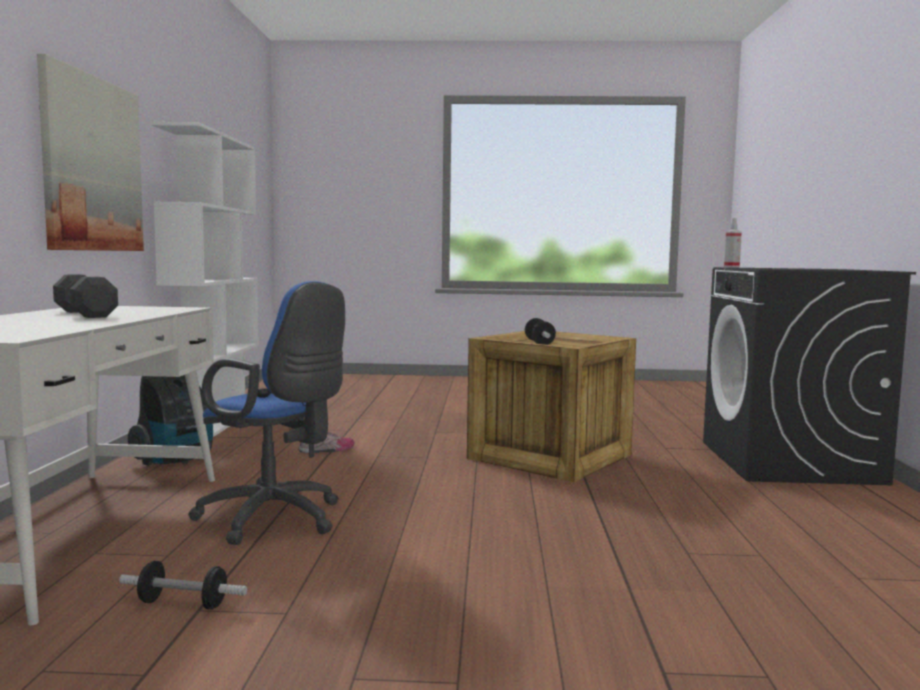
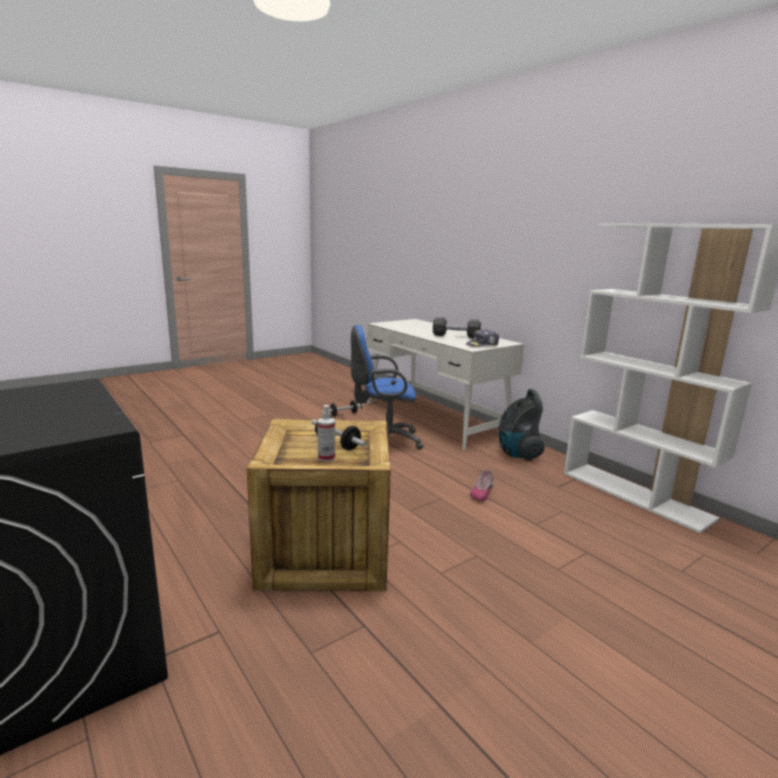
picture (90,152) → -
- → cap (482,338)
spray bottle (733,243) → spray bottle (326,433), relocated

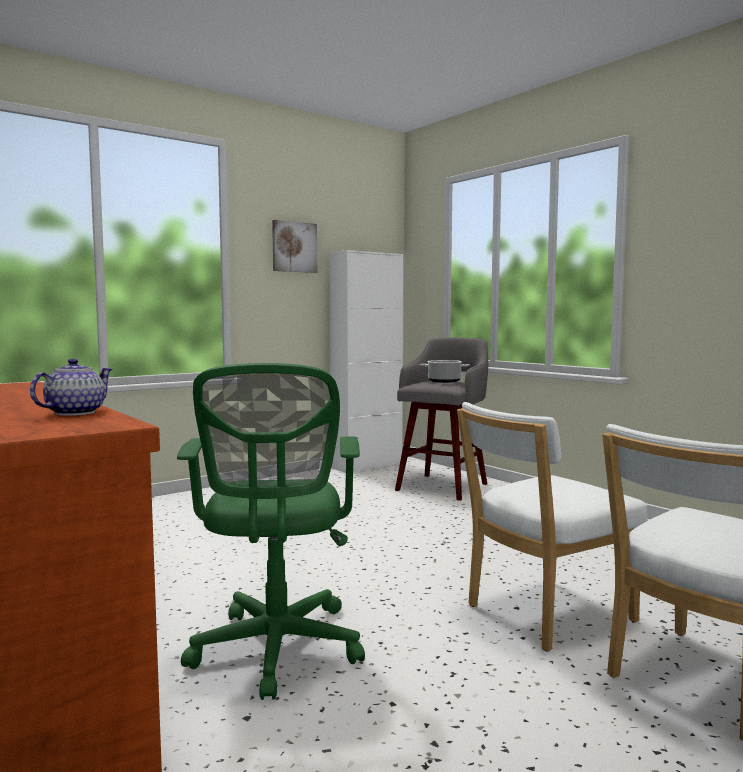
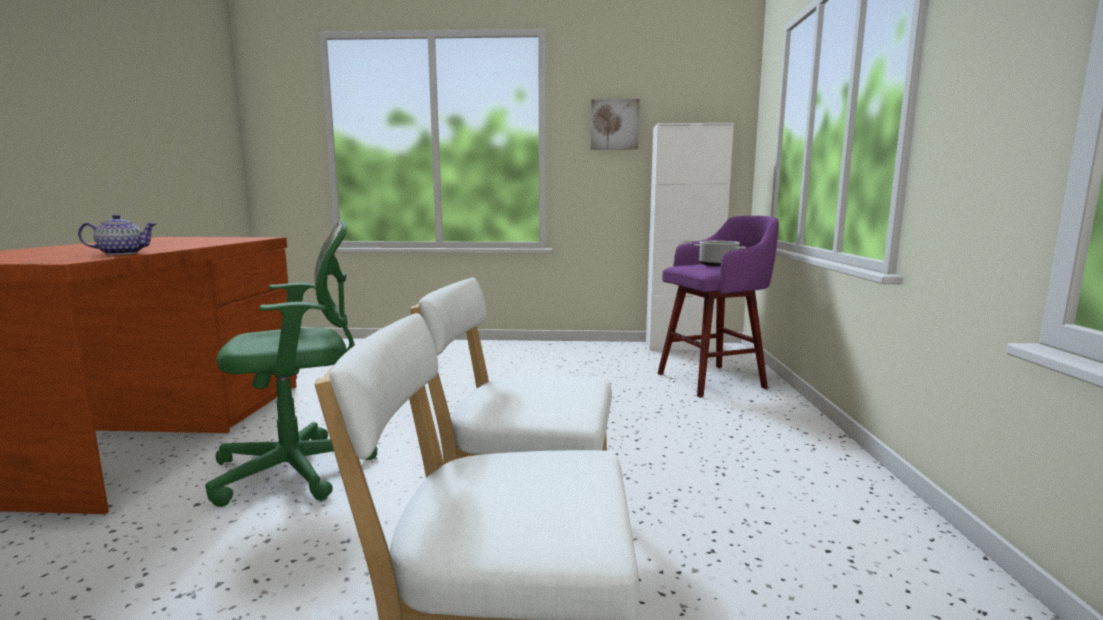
grey stool (441,419) → purple stool (718,307)
green office chair (271,531) → green office chair (291,363), 150 degrees counterclockwise

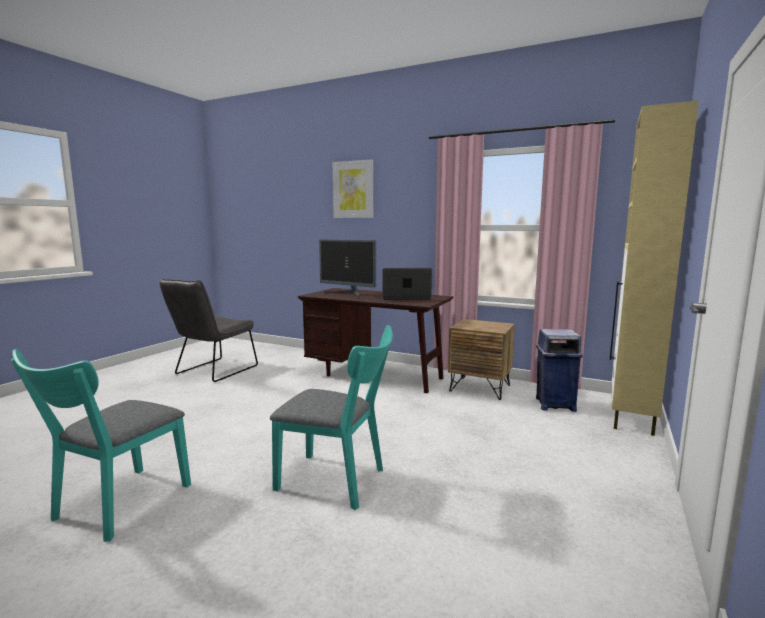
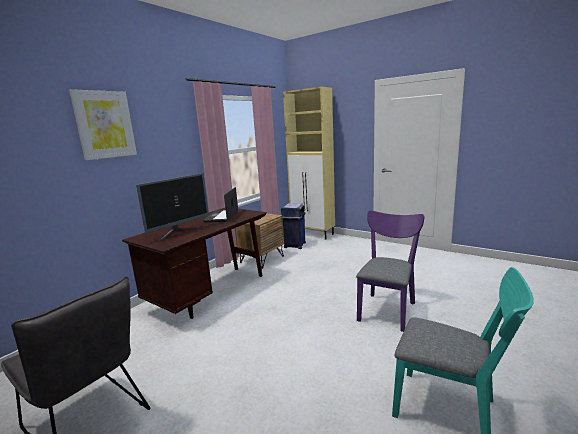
turquoise chair (331,417) → purple chair (390,271)

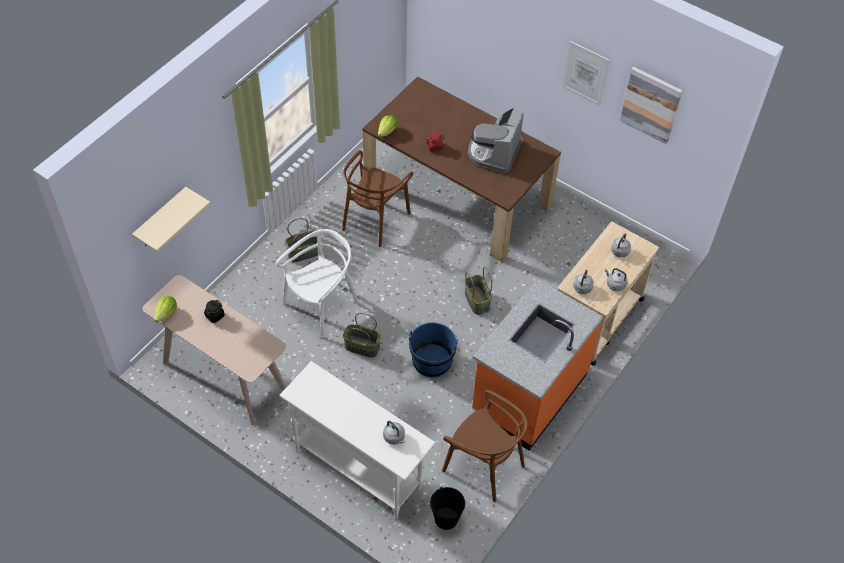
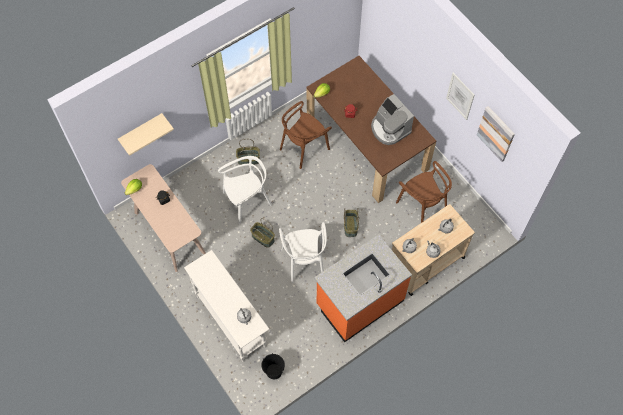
brown chair (485,446) → brown chair (424,192), relocated
blue bucket (433,349) → white chair (303,252)
coffee machine (496,140) → coffee machine (392,119), 75 degrees counterclockwise

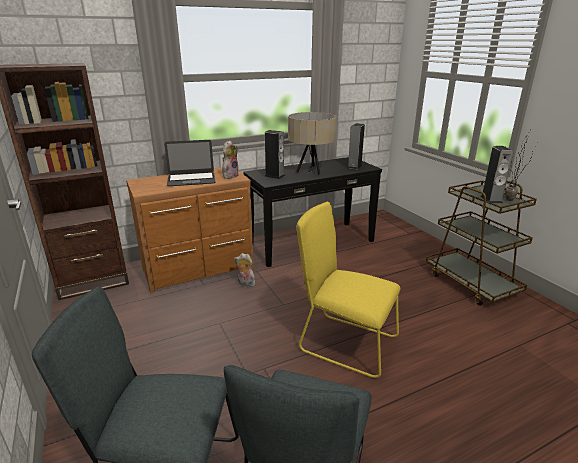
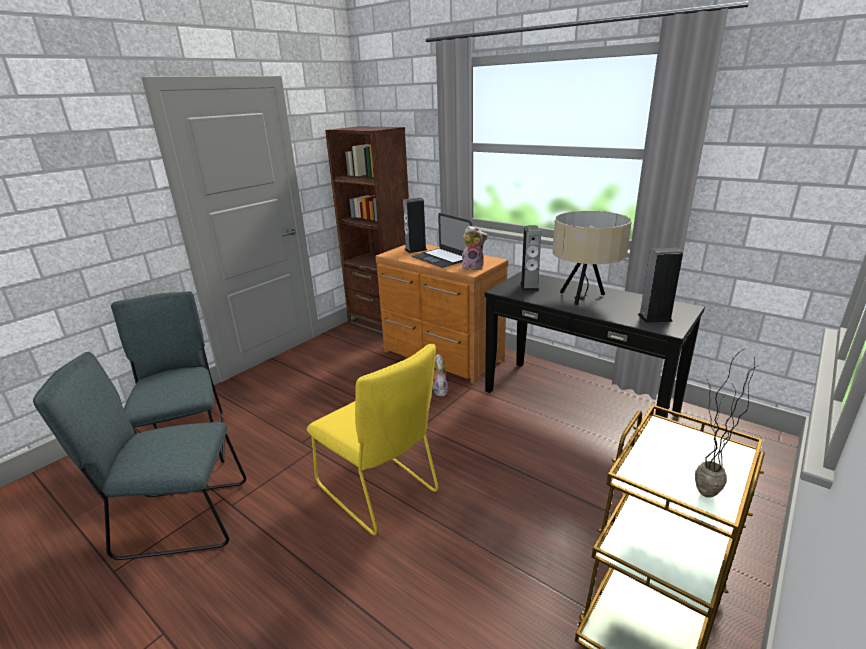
speaker (497,175) → speaker (415,225), relocated
yellow chair (348,290) → yellow chair (372,439), 135 degrees clockwise

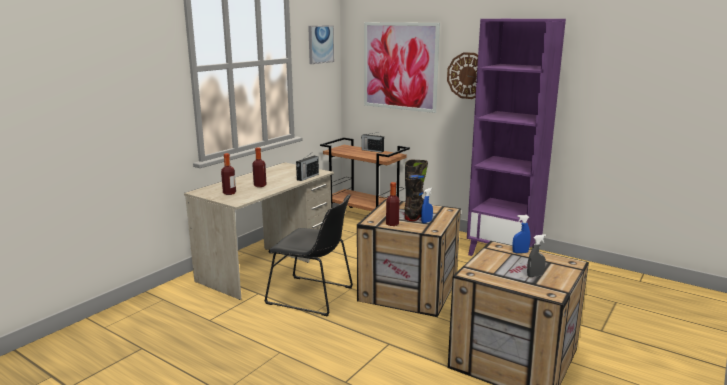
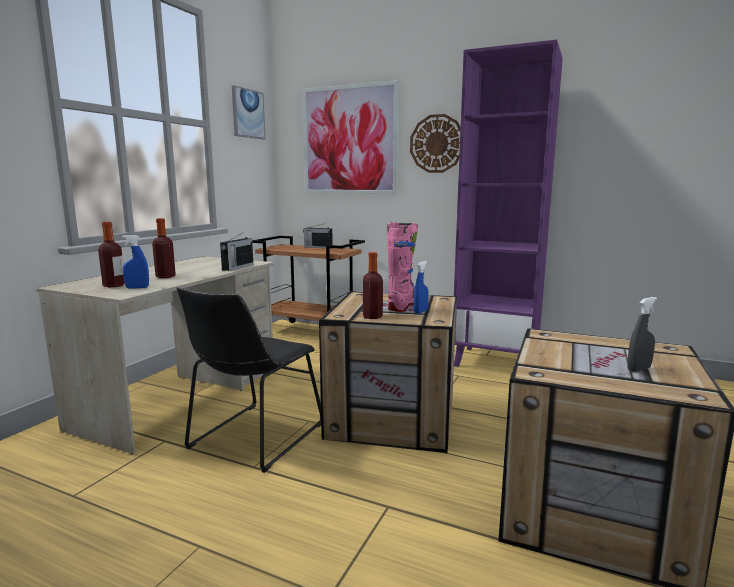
blue spray bottle (521,234) → blue spray bottle (135,262), relocated
black boot (417,190) → pink boot (402,267)
black chair (308,255) → black chair (249,380), 105 degrees clockwise

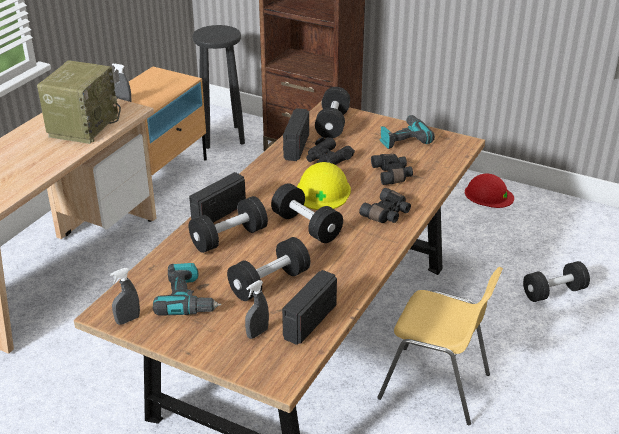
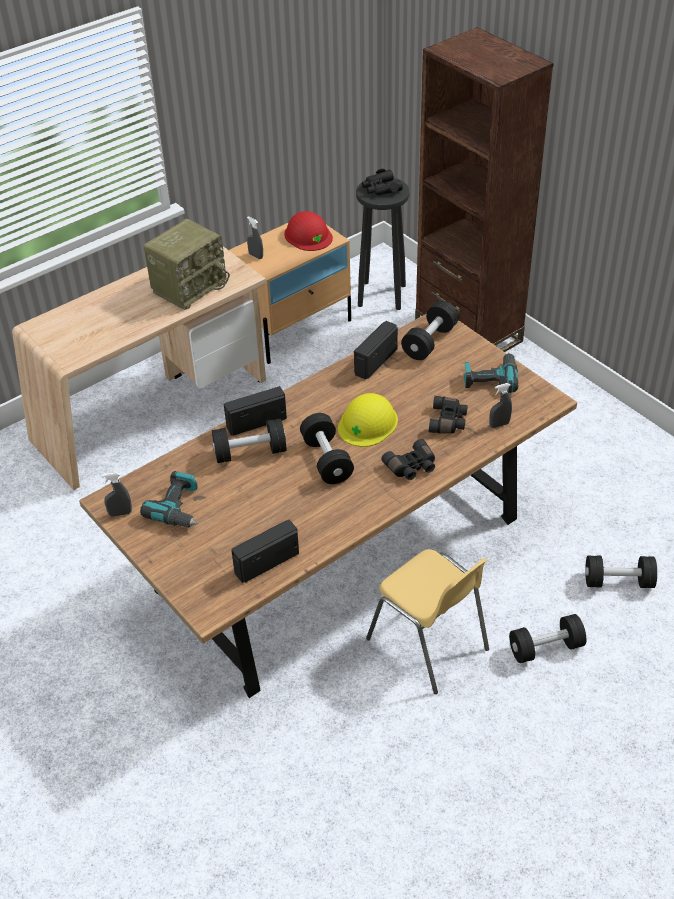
black dumbbell (268,269) → black dumbbell (547,638), relocated
grey spray bottle (257,309) → grey spray bottle (500,405), relocated
black binoculars (330,151) → black binoculars (382,181), relocated
red hard hat (489,191) → red hard hat (308,231), relocated

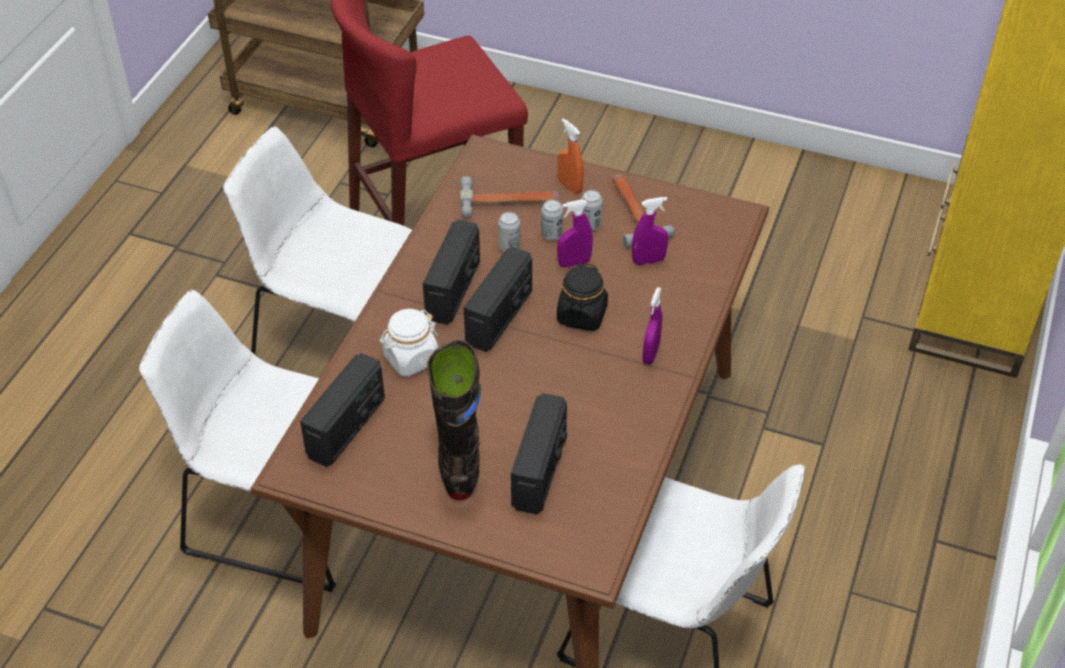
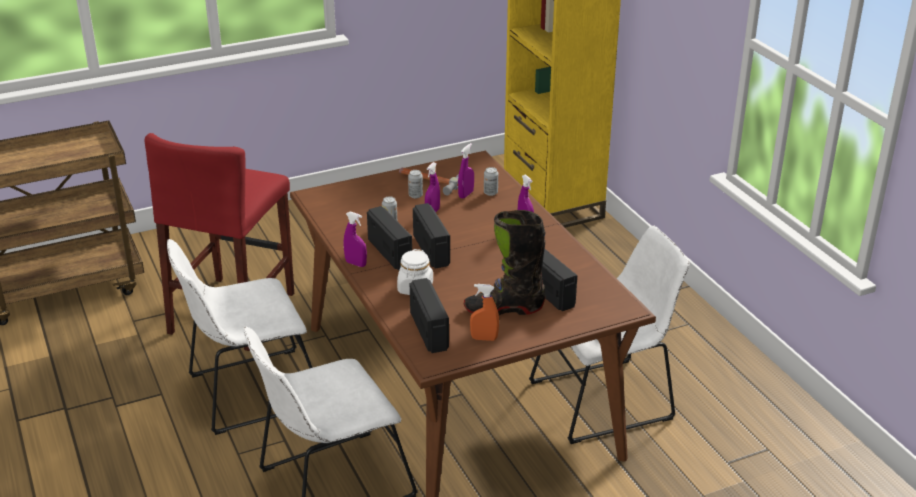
hammer (509,197) → -
black jar (582,297) → -
- → purple spray bottle (355,239)
can (552,220) → can (491,181), relocated
orange spray bottle (570,156) → orange spray bottle (484,312), relocated
black boot (454,420) → black boot (505,262), 45 degrees counterclockwise

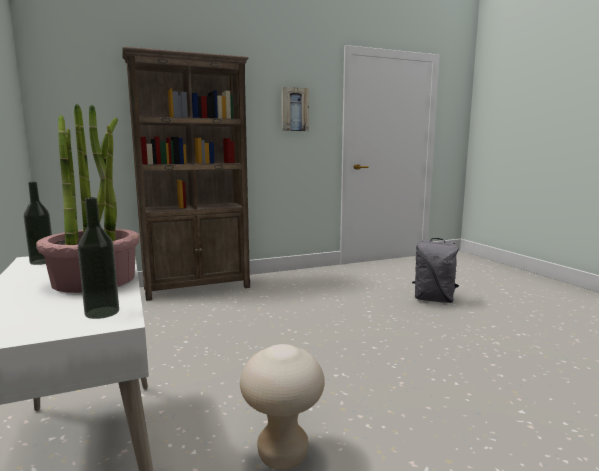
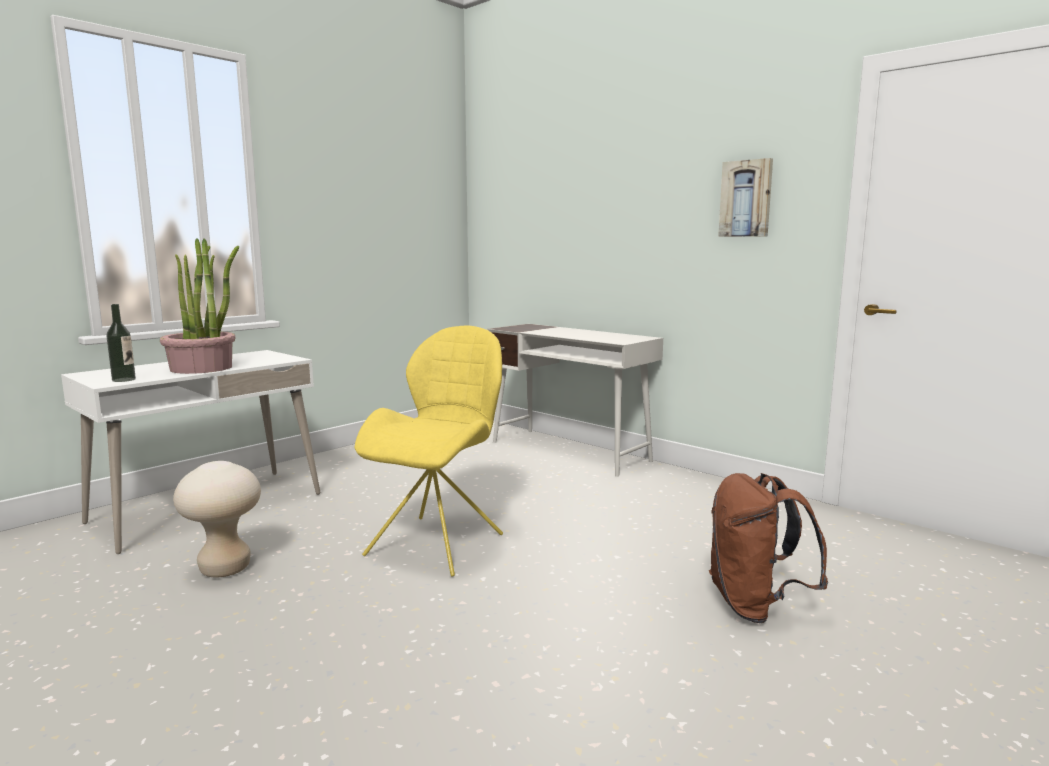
bottle (38,223) → -
- → yellow chair (428,451)
brown bookcase (186,173) → white desk (575,400)
grey backpack (435,270) → brown backpack (768,548)

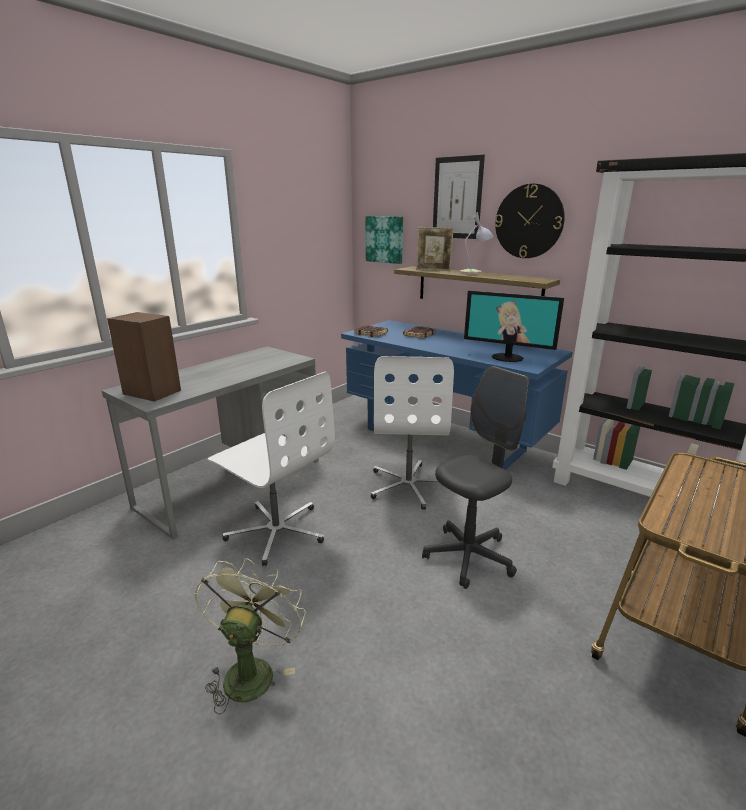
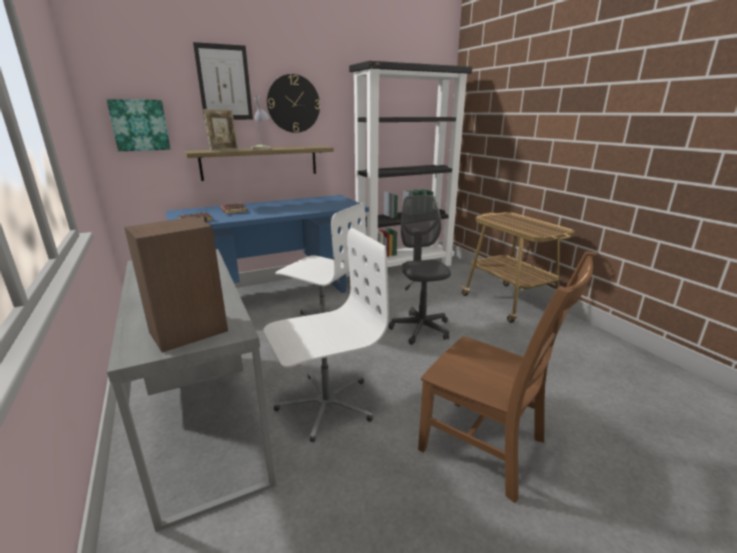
monitor (514,326) → -
green fan (250,636) → brown chair (507,377)

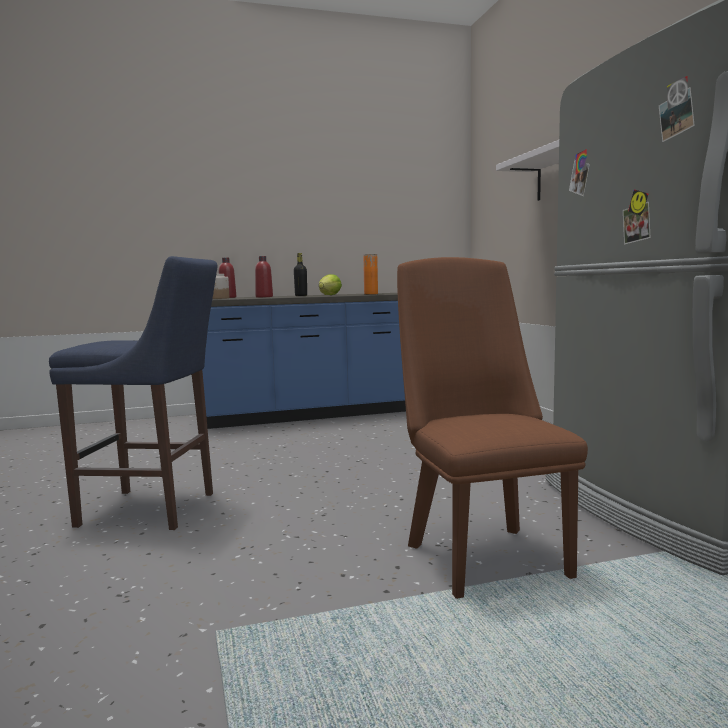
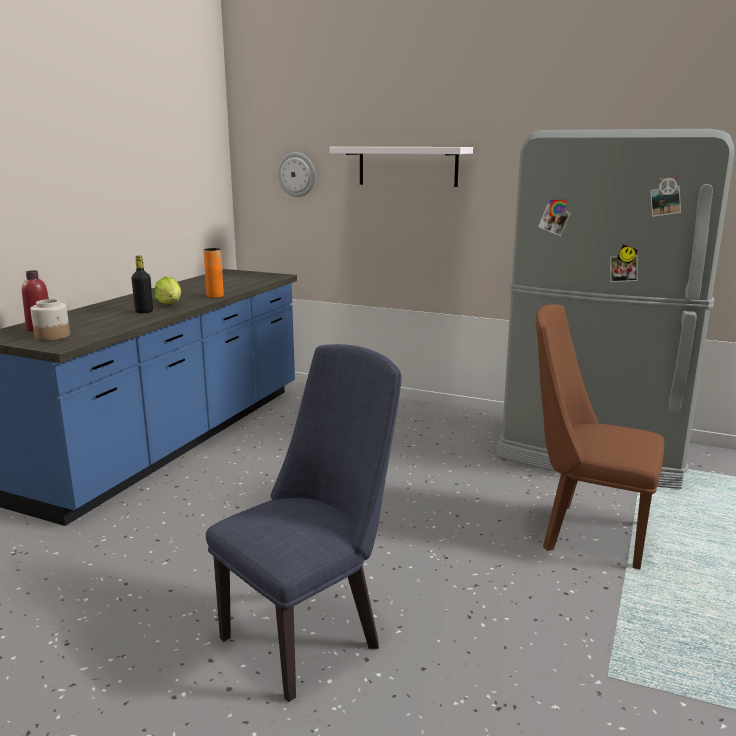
red bottle (264,276) → -
- → wall clock (296,174)
blue stool (133,393) → blue chair (304,523)

